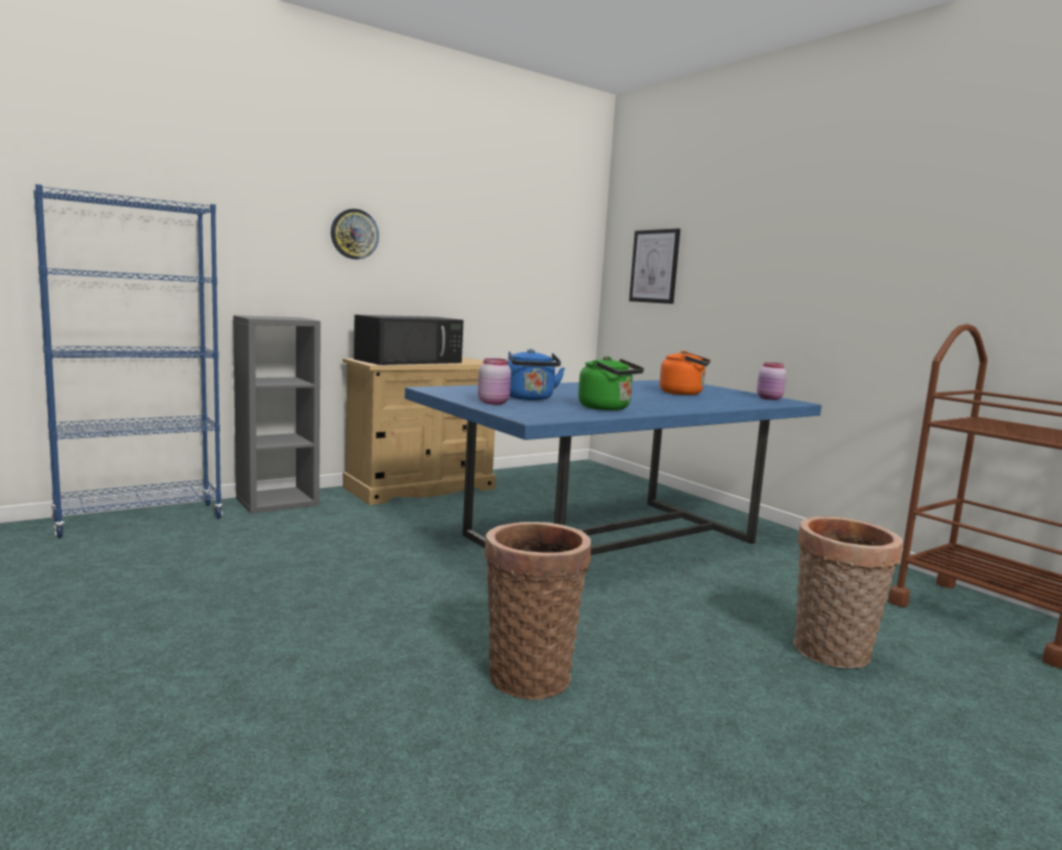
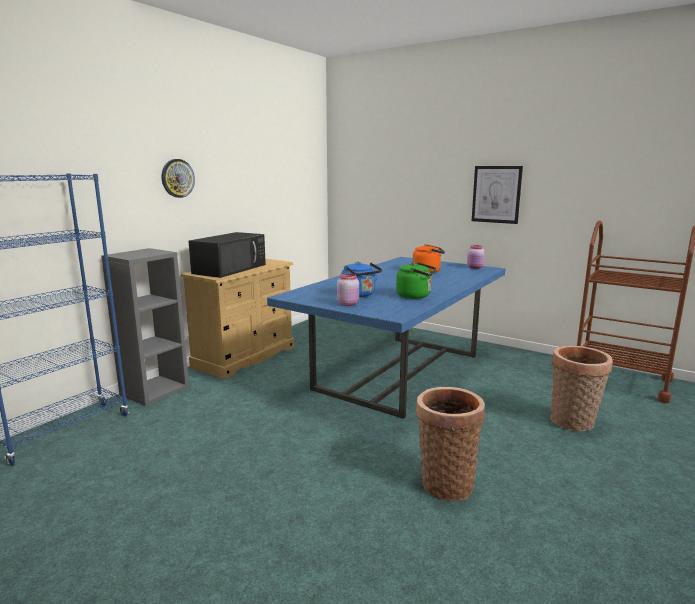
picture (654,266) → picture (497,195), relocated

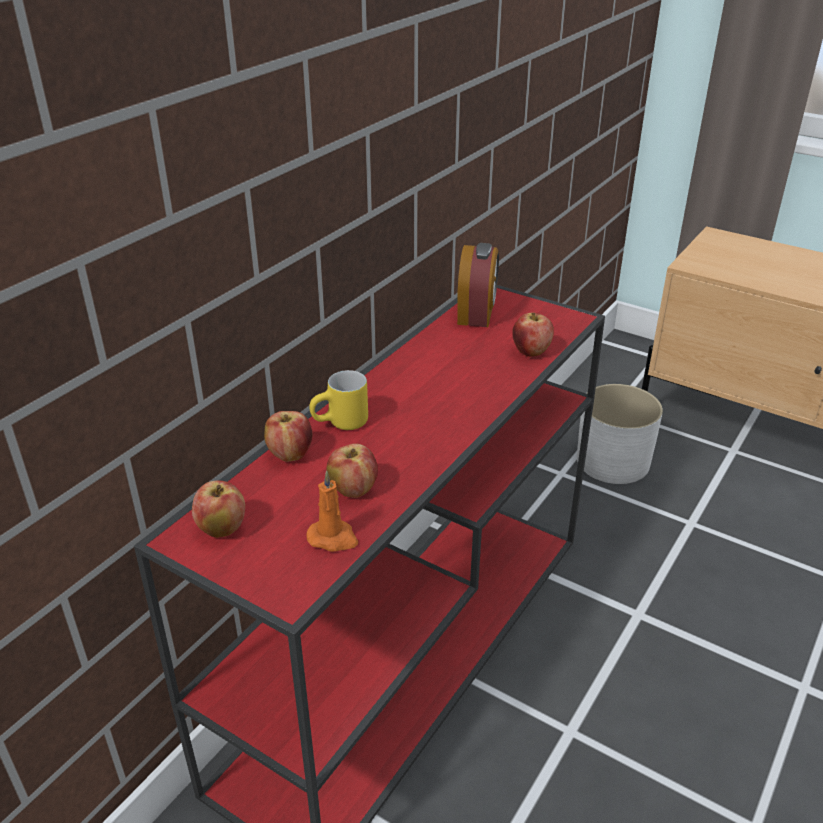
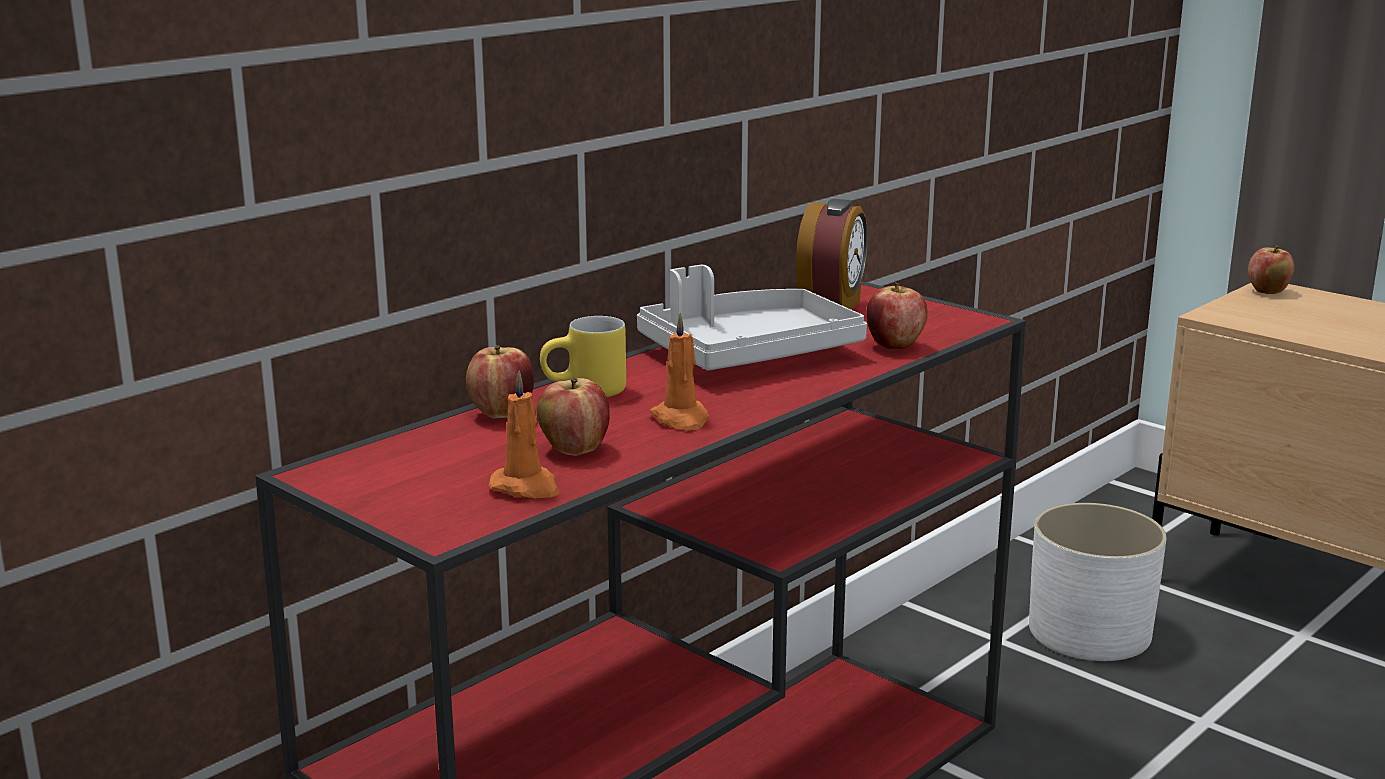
- → grey tray (752,318)
- → orange candle (679,372)
apple (218,509) → apple (1271,270), relocated

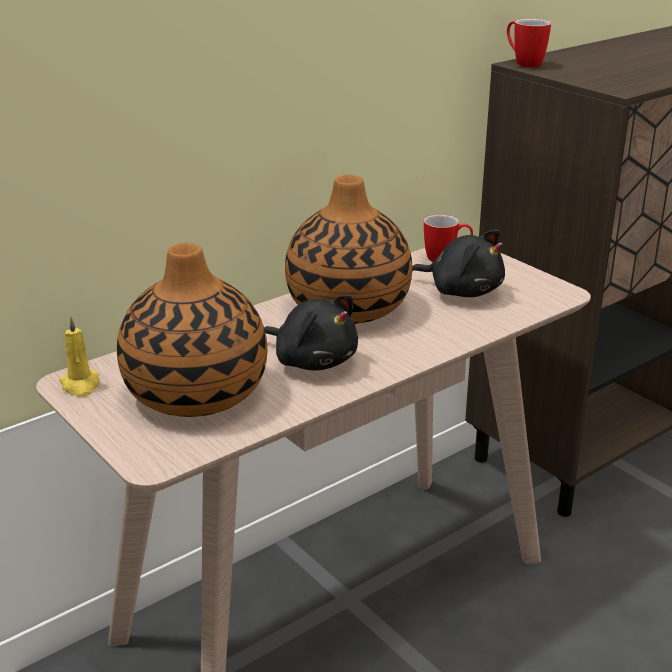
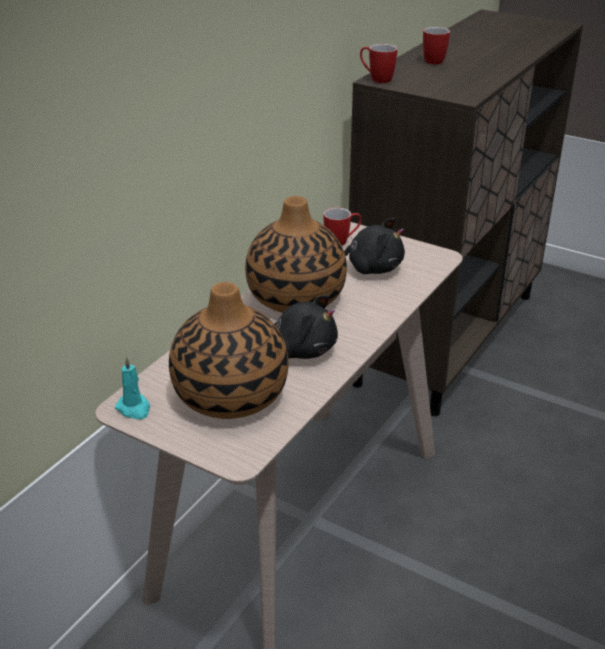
- → mug (436,45)
yellow candle (79,357) → turquoise candle (132,387)

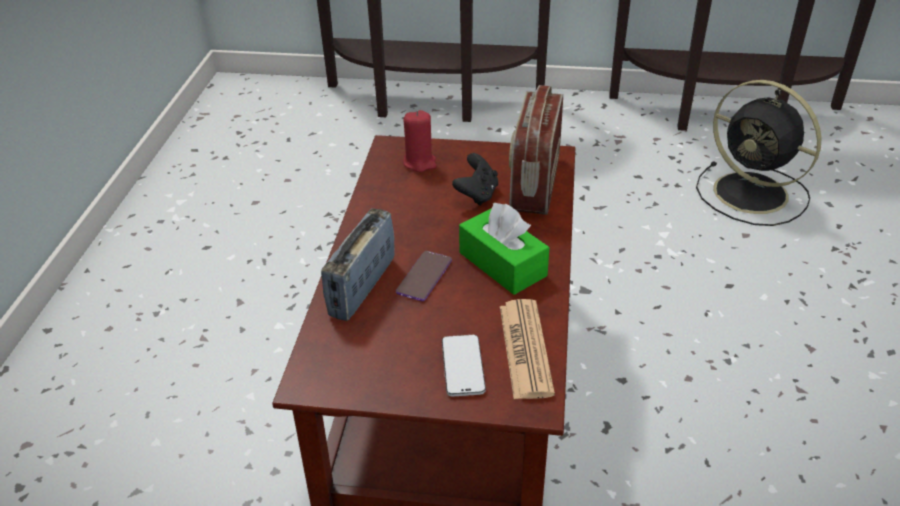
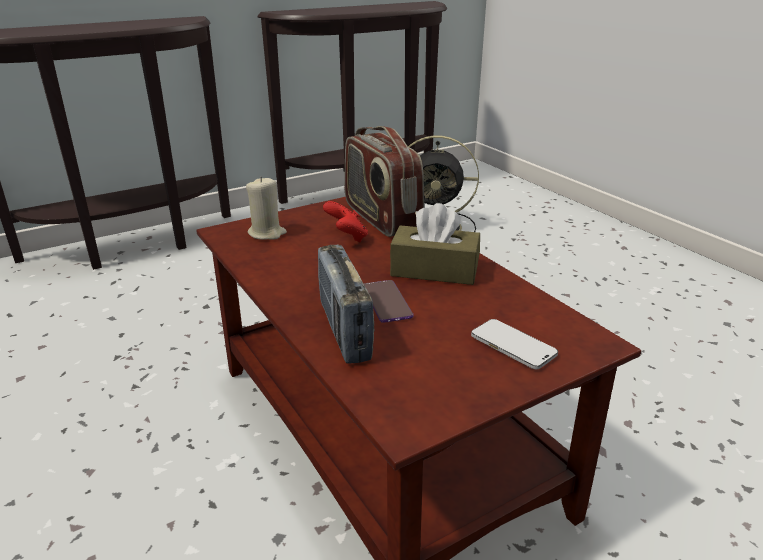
newspaper (527,349) → -
red candle (420,141) → beige candle (266,208)
black game controller (475,179) → red game controller (345,221)
green tissue box (504,249) → brown tissue box (435,244)

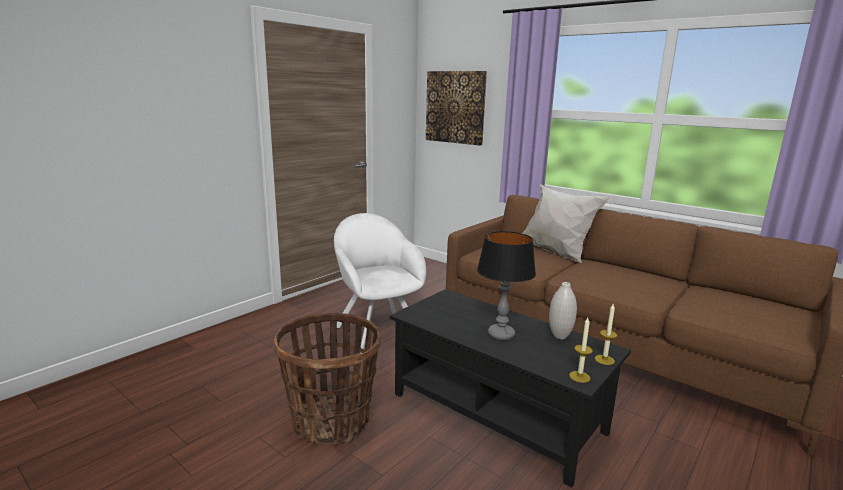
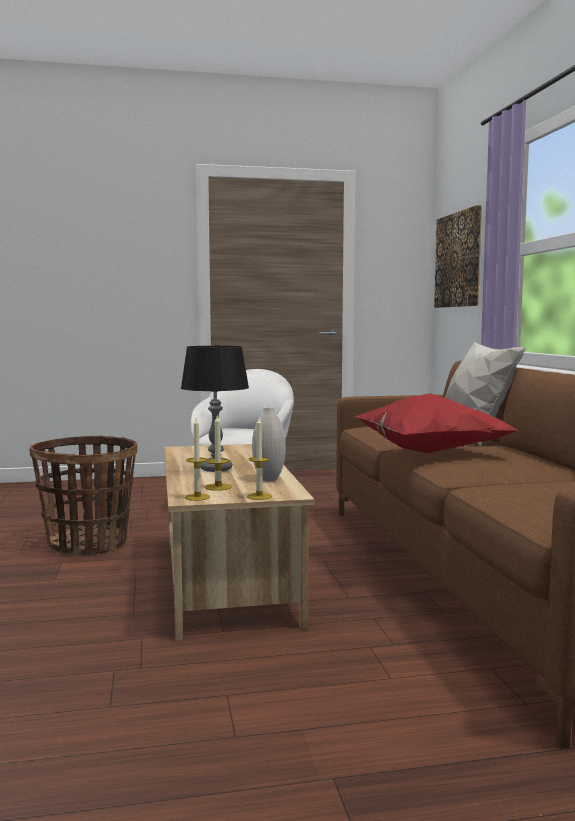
- → candle (218,452)
- → red pillow (436,423)
black coffee table (510,388) → beige coffee table (239,542)

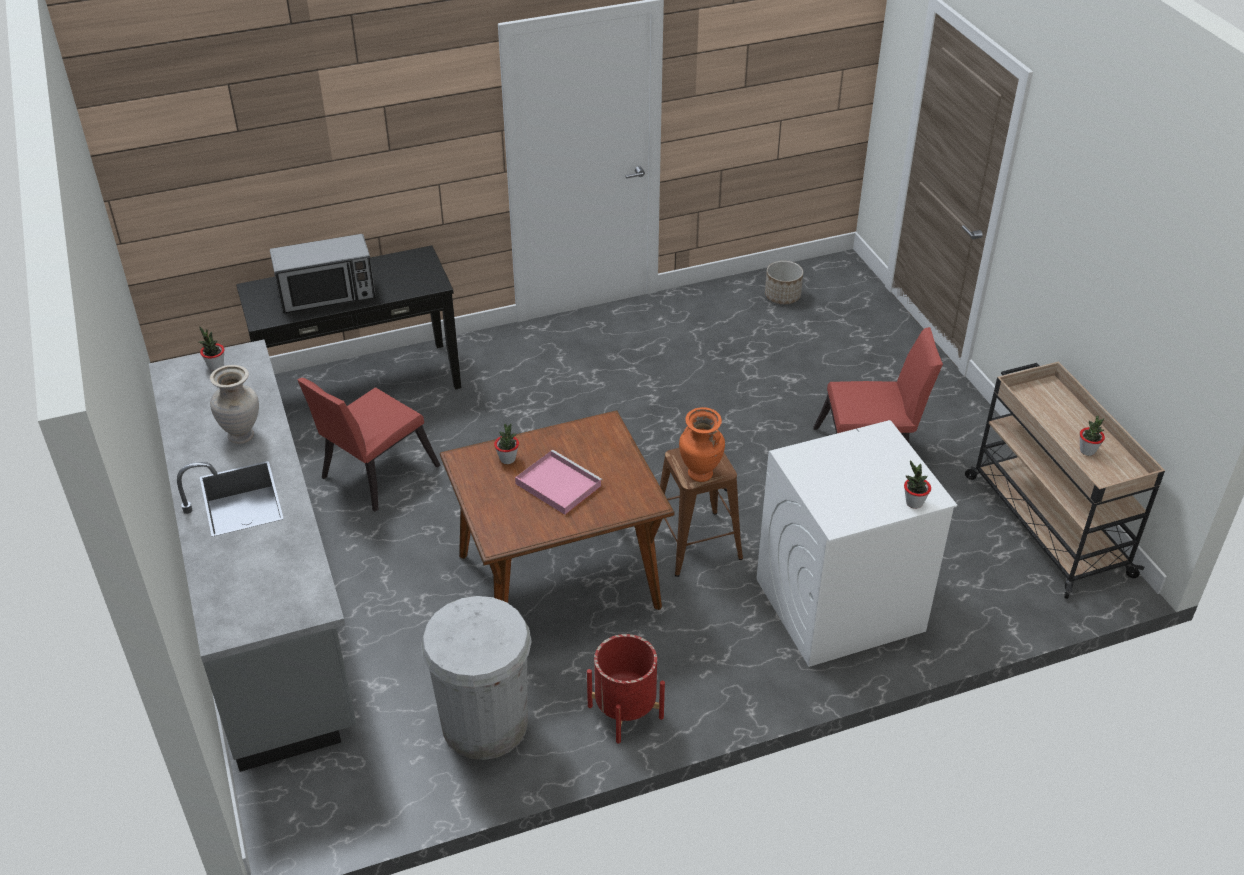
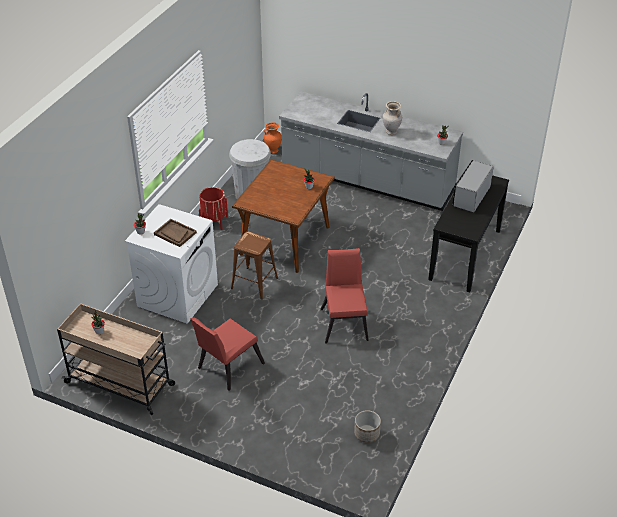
pink tray (559,482) → -
- → brown tray (175,233)
red chair (369,445) → red chair (344,296), relocated
orange vase (702,444) → orange vase (272,137), relocated

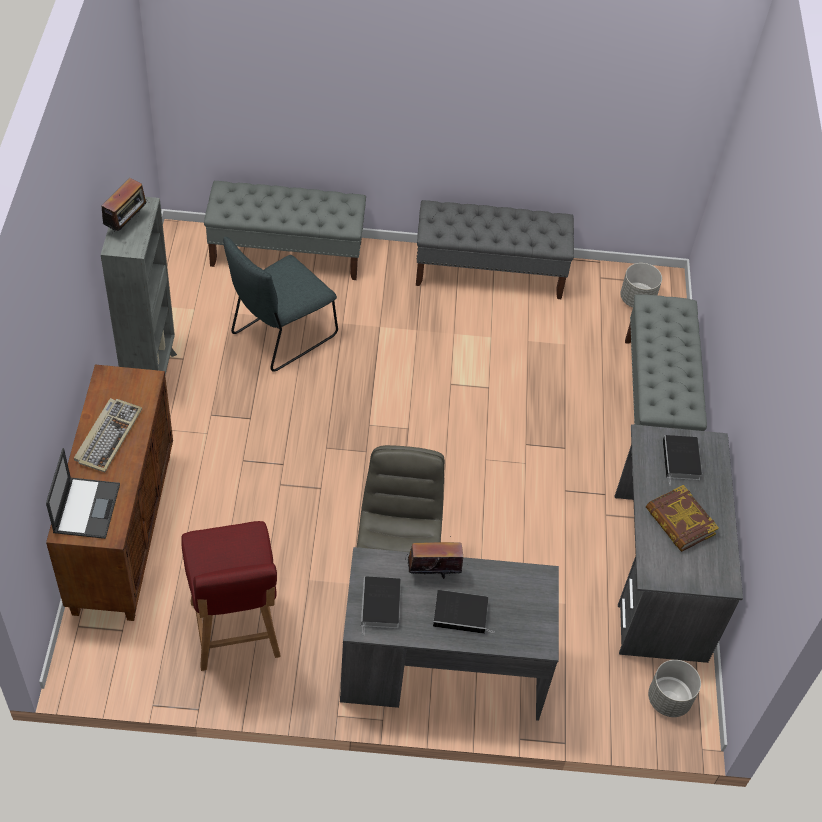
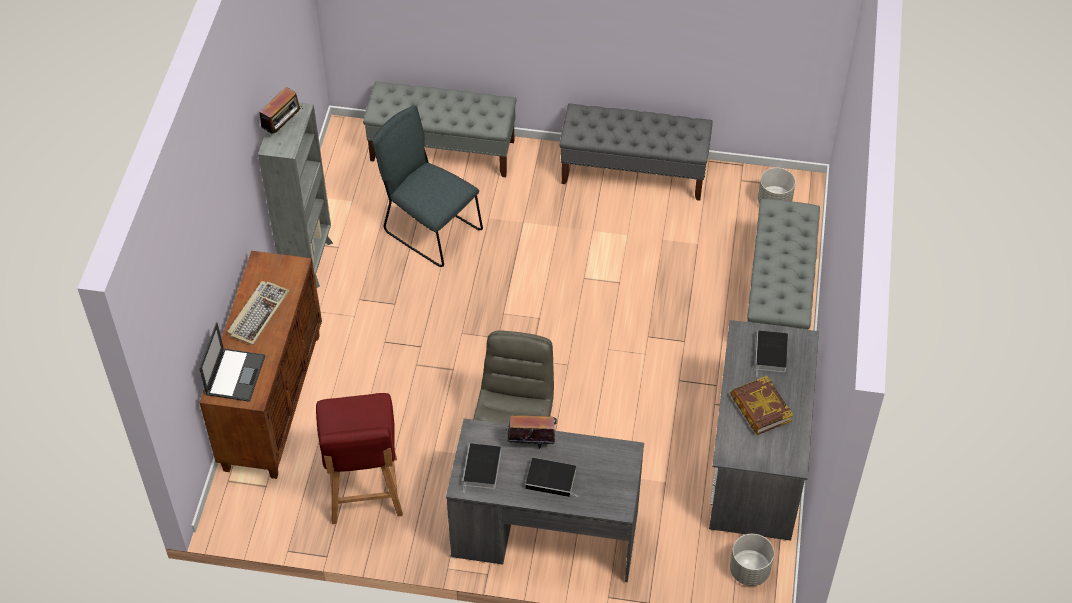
grey chair (280,304) → grey chair (427,186), 75 degrees clockwise

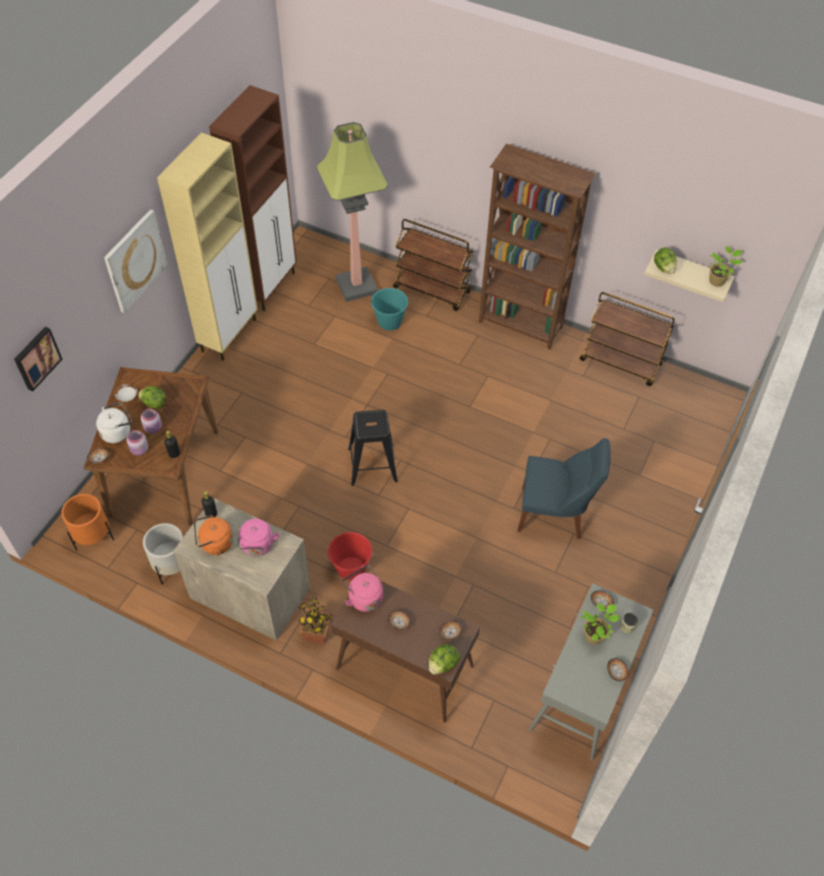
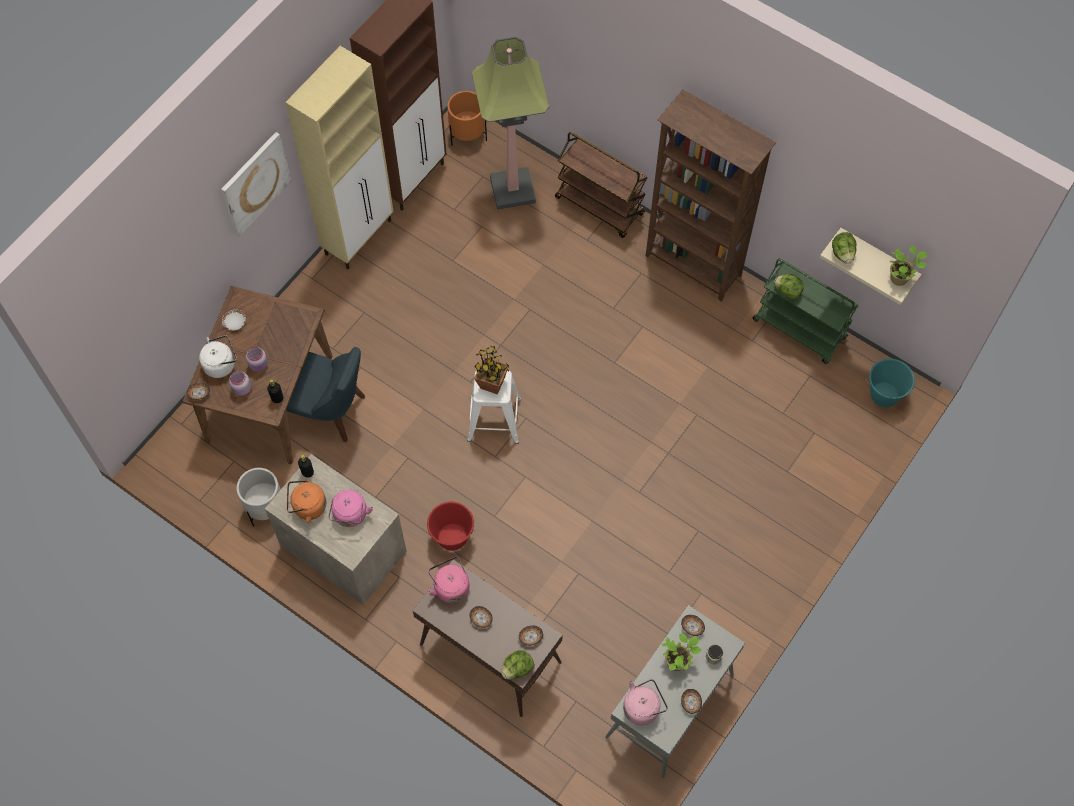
picture (38,359) → -
- → pink kettle (645,702)
orange planter (87,522) → orange planter (467,118), relocated
lettuce (152,397) → lettuce (789,286), relocated
potted plant (315,621) → potted plant (491,370), relocated
turquoise bucket (389,309) → turquoise bucket (890,383), relocated
blue chair (564,488) → blue chair (326,394), relocated
black stool (373,448) → white stool (494,407)
brown cart (627,339) → green cart (805,311)

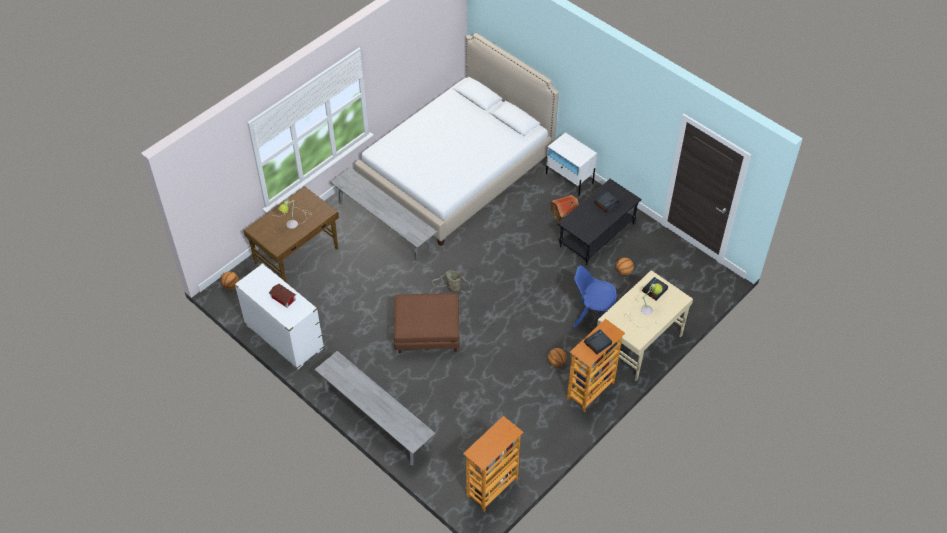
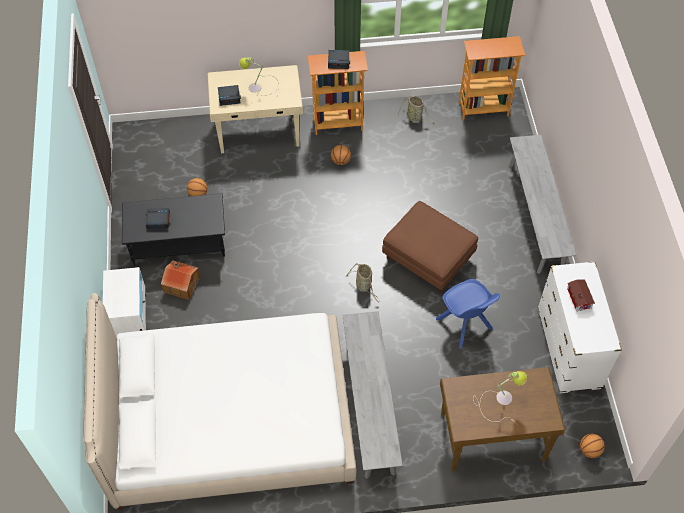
- → basket (416,109)
blue chair (595,296) → blue chair (468,314), relocated

